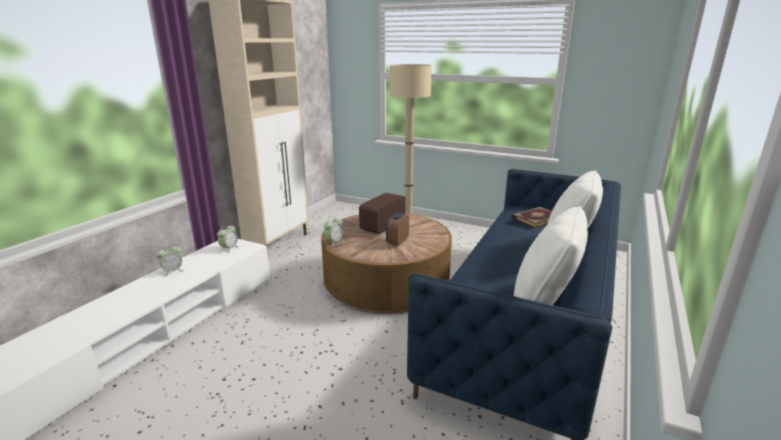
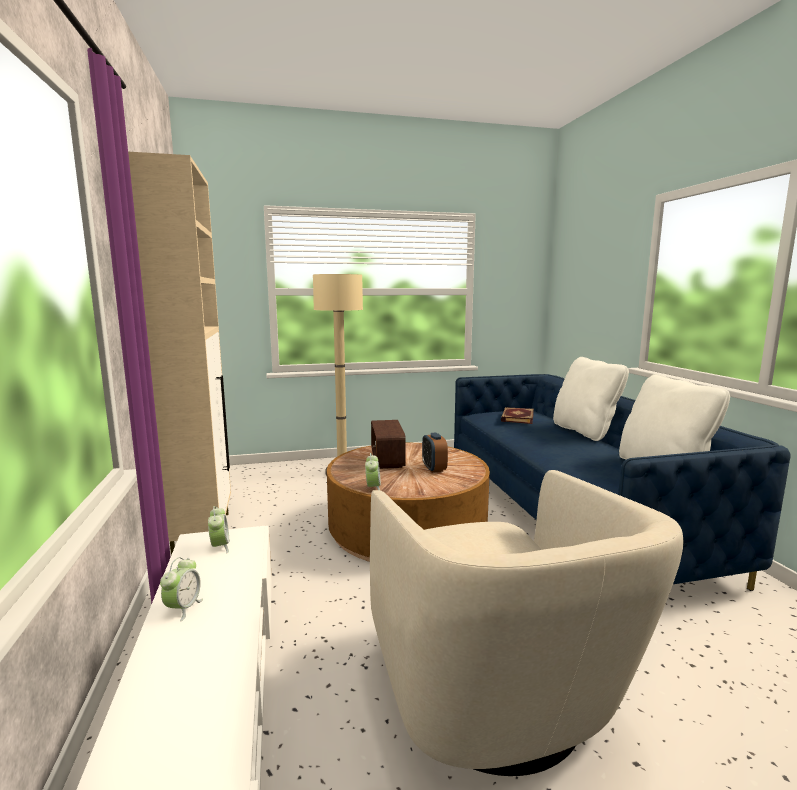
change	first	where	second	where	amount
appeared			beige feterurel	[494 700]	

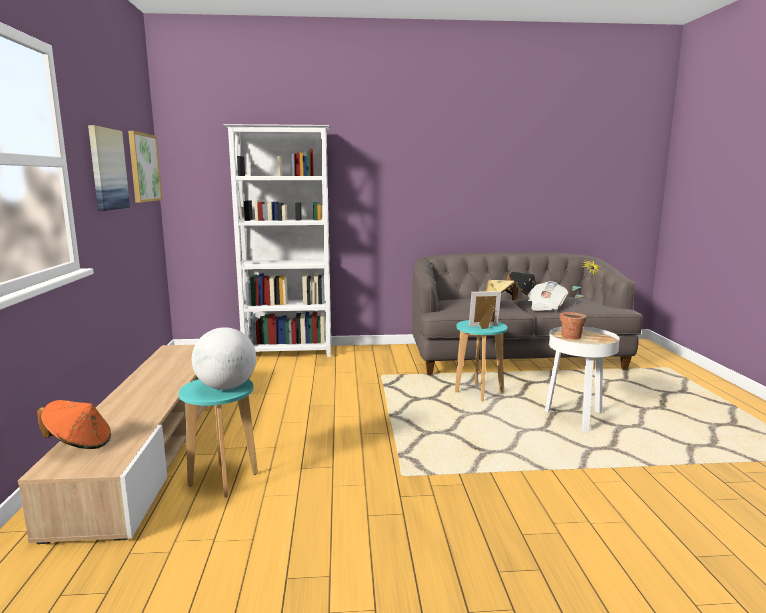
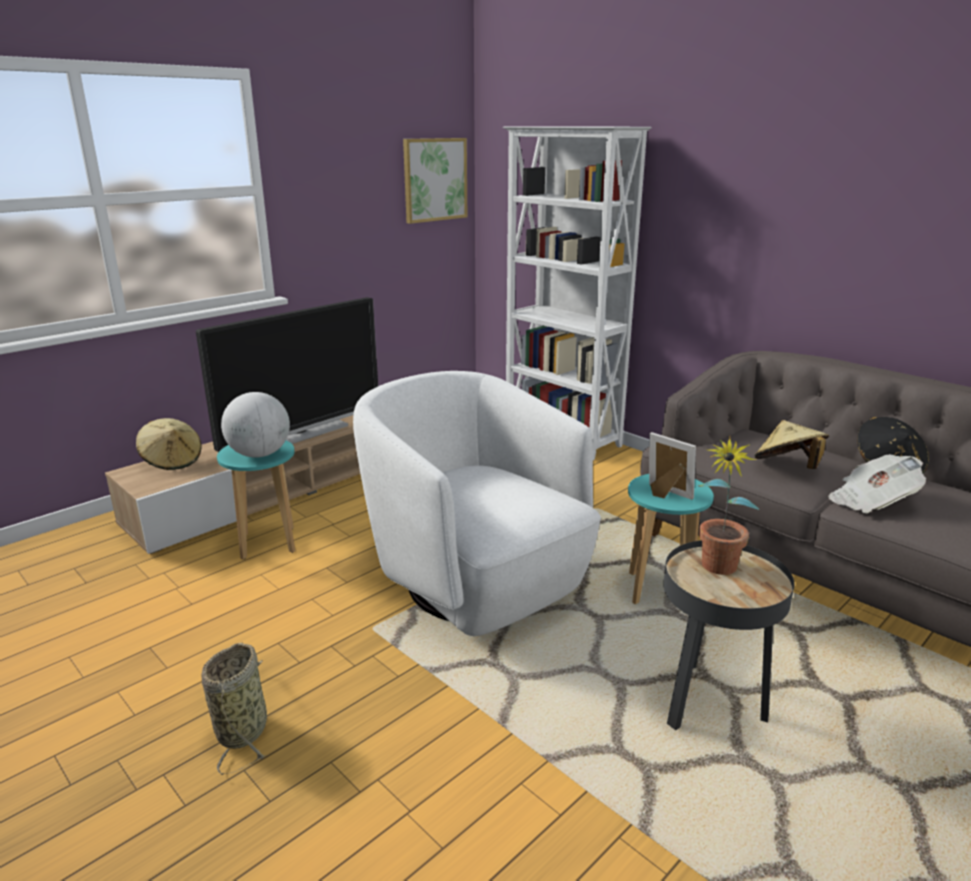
change	first	where	second	where	amount
colour	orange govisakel	[79 444]	beige govisakel	[172 461]	
missing	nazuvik	[107 169]			
colour	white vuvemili	[577 418]	black vuvemili	[709 704]	
appeared			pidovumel	[301 434]	
appeared			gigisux	[243 728]	
appeared			white feterurel	[476 580]	

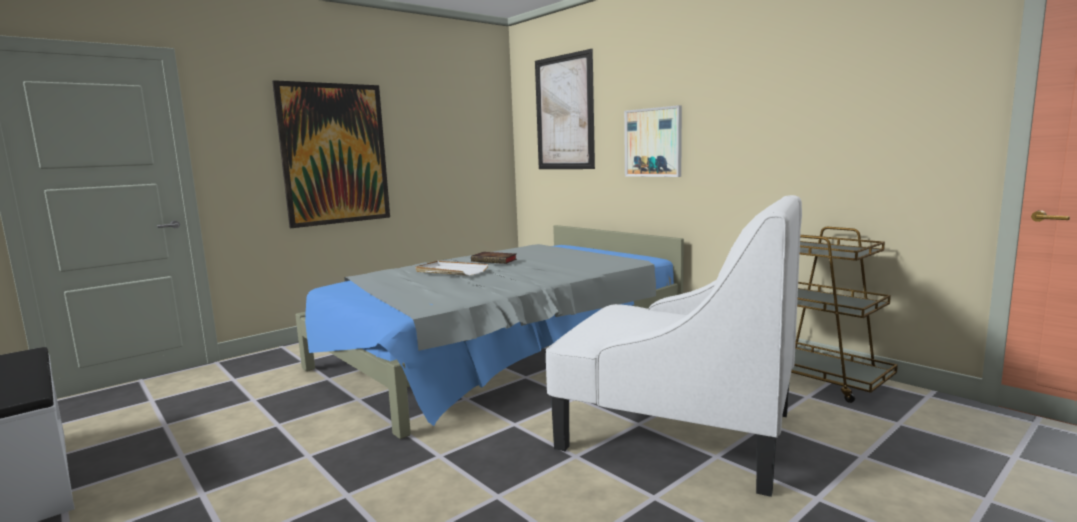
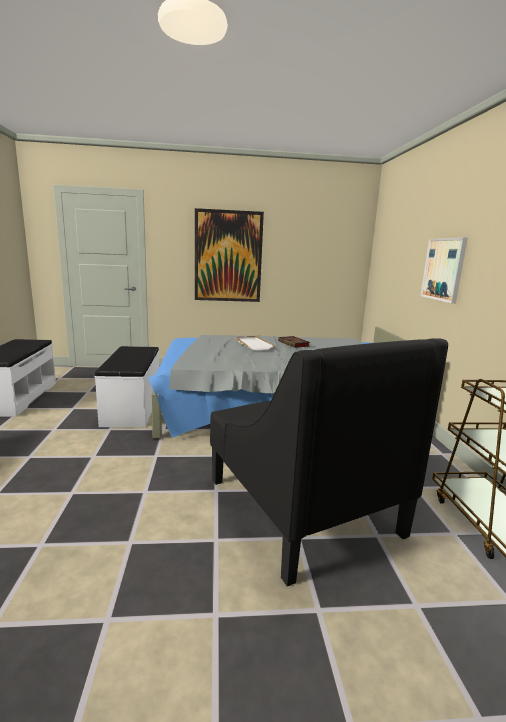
change	first	where	second	where	amount
missing	nazuvik	[564 113]			
colour	white feterurel	[674 430]	black feterurel	[300 505]	
appeared			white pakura	[133 407]	

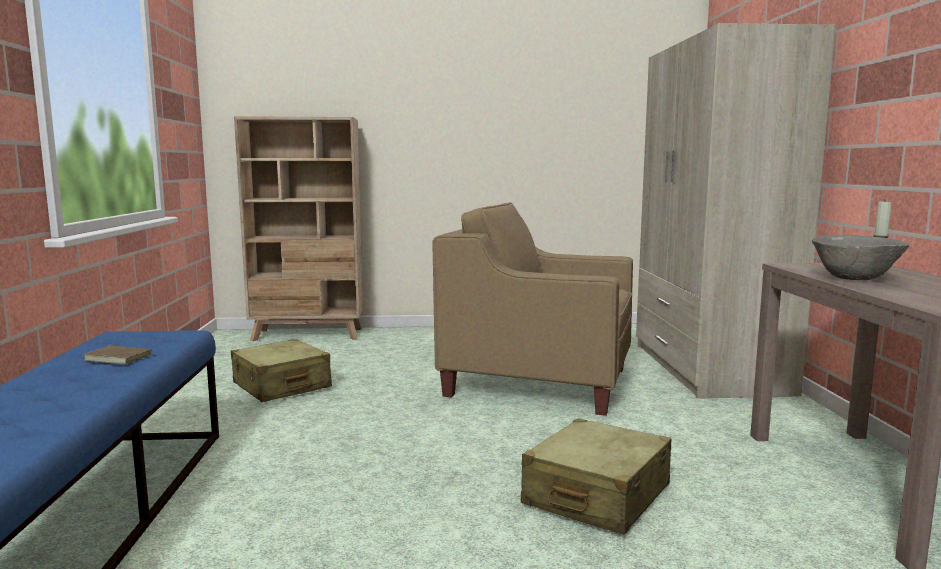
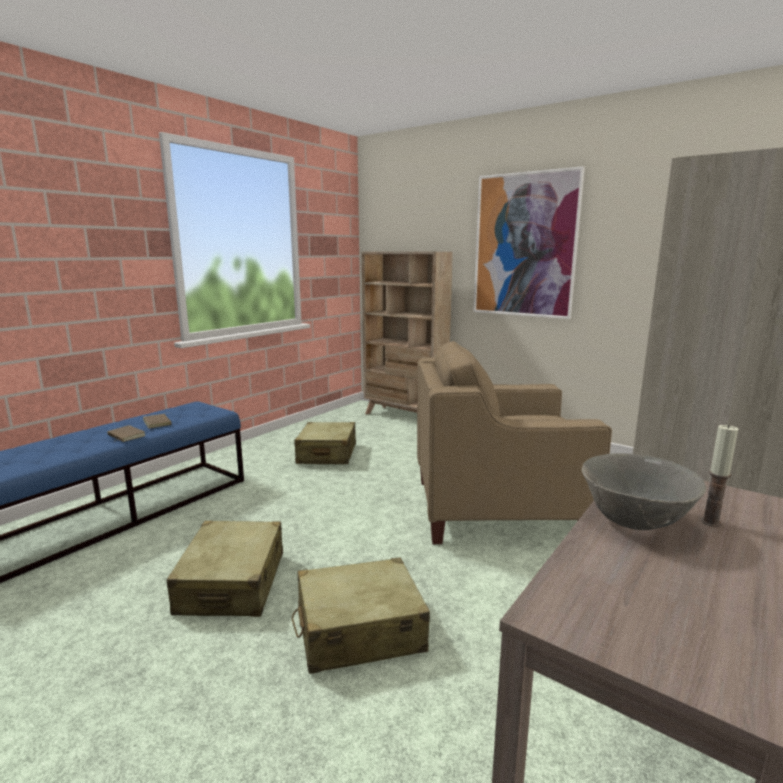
change	first	where	second	where	amount
spun	beige feterurel	[538 382]		[496 508]	60 degrees counterclockwise
appeared			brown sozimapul	[125 436]	
appeared			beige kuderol	[232 583]	
appeared			nazuvik	[525 246]	

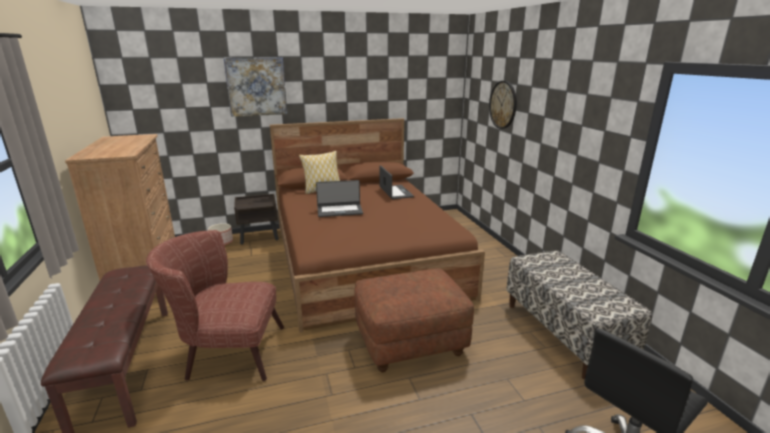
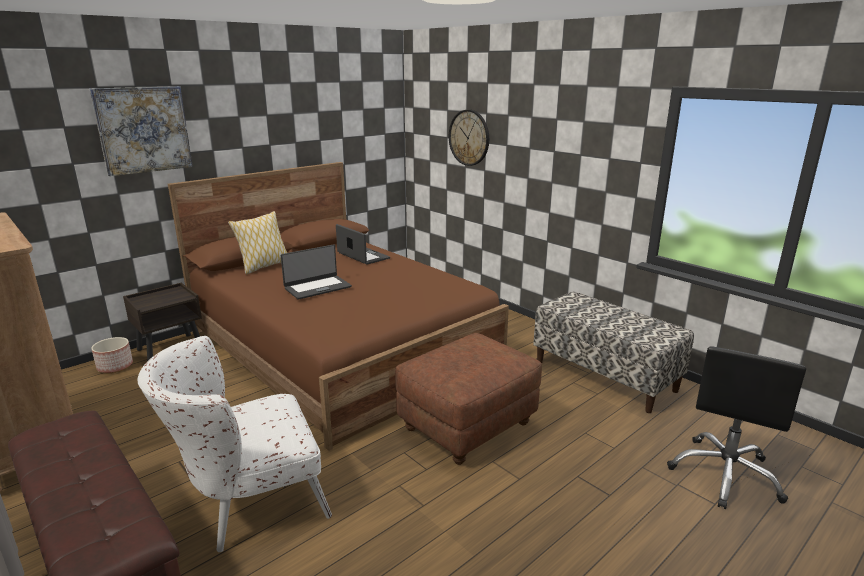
change	first	where	second	where	amount
colour	brown feterurel	[226 352]	white feterurel	[248 501]	

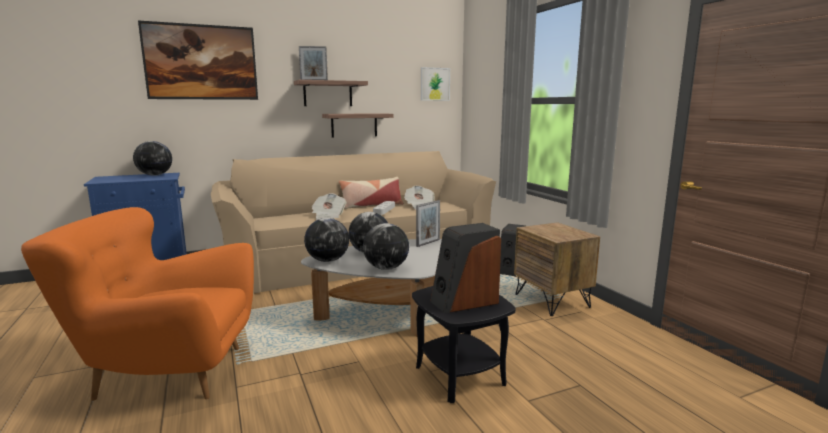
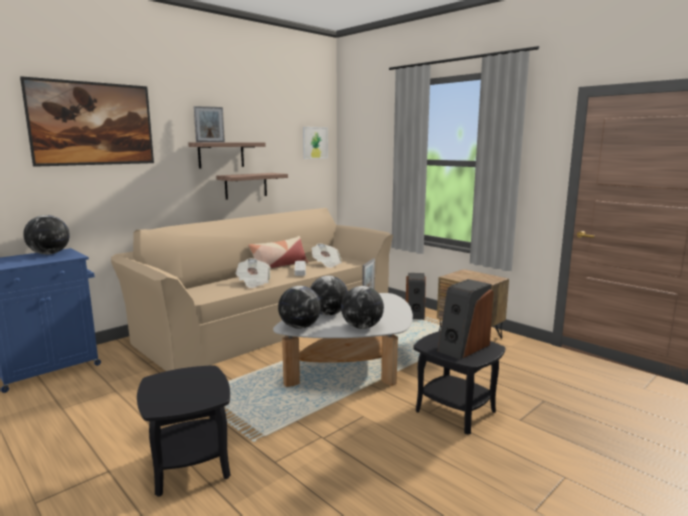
change	first	where	second	where	amount
exchanged	orange feterurel	[167 373]	black vuvemili	[190 464]	

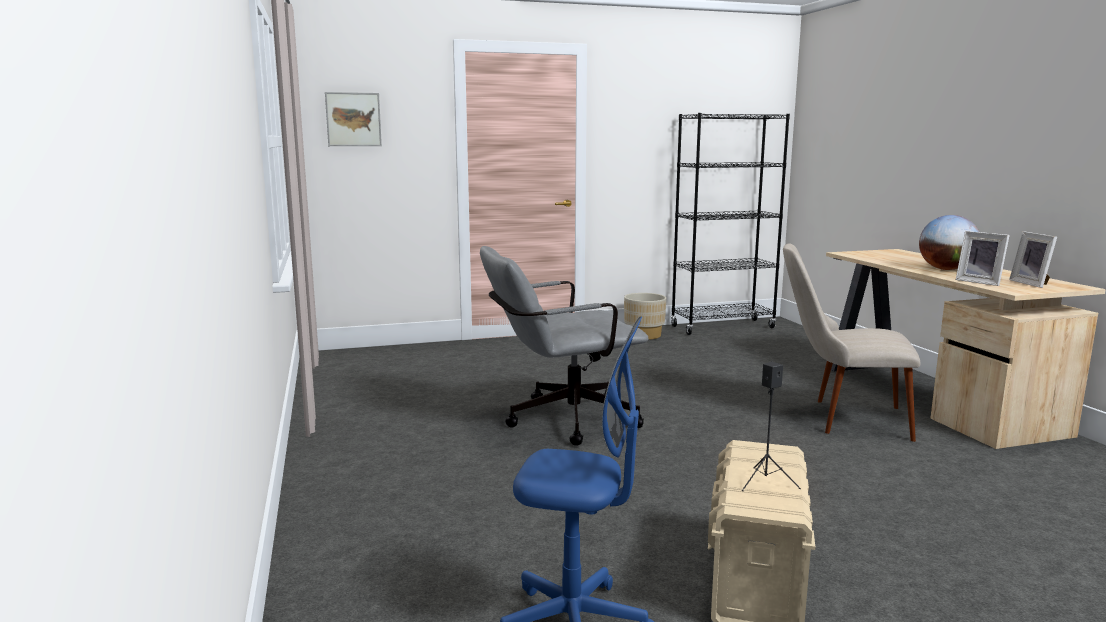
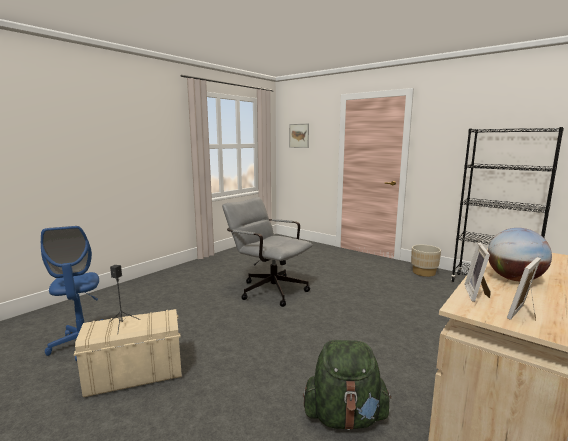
change	first	where	second	where	amount
missing	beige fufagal	[841 418]			
appeared			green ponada	[345 417]	

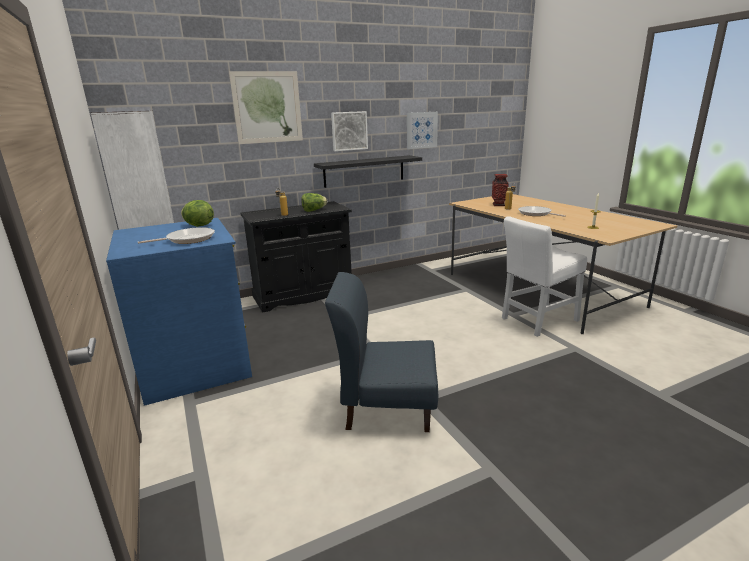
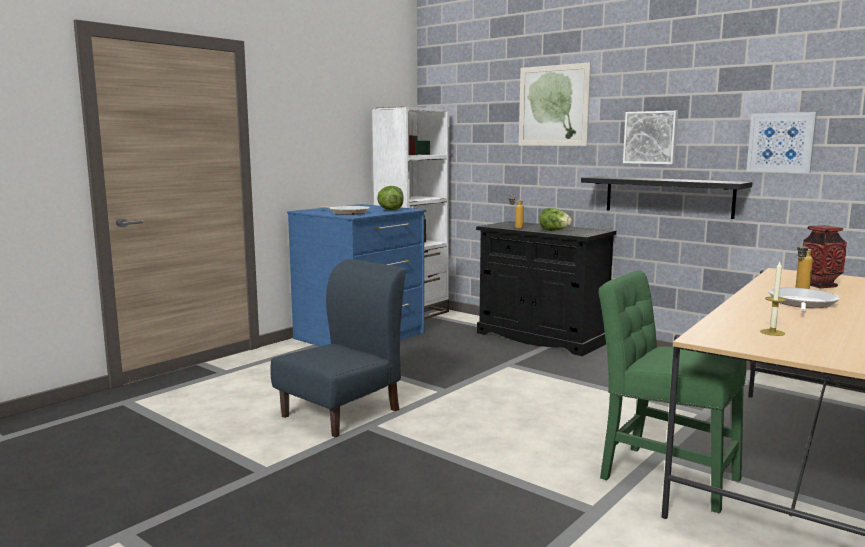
change	first	where	second	where	amount
spun	blue fufagal	[387 407]		[342 413]	60 degrees clockwise
colour	white fufagal	[537 321]	green fufagal	[662 475]	

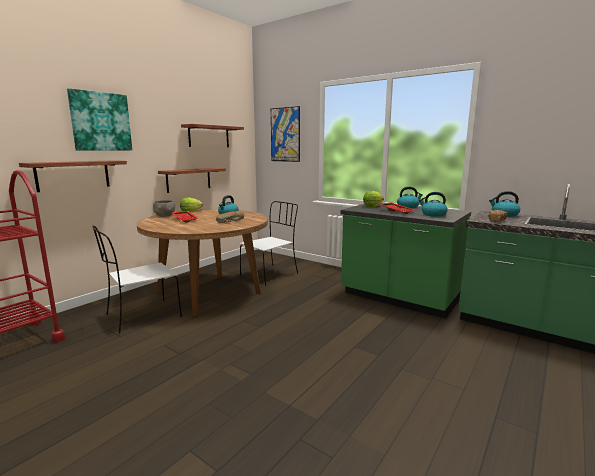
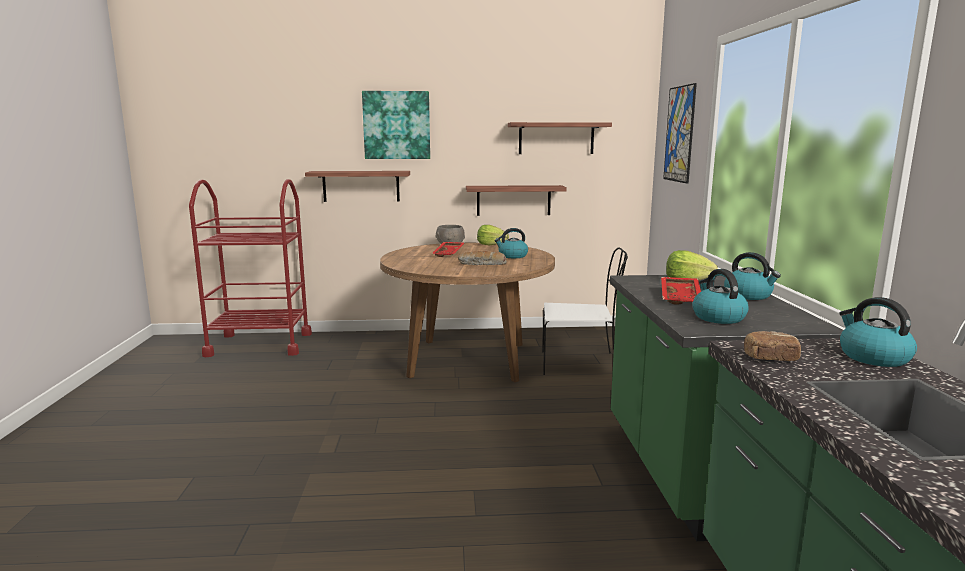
change	first	where	second	where	amount
missing	white fufagal	[141 316]			

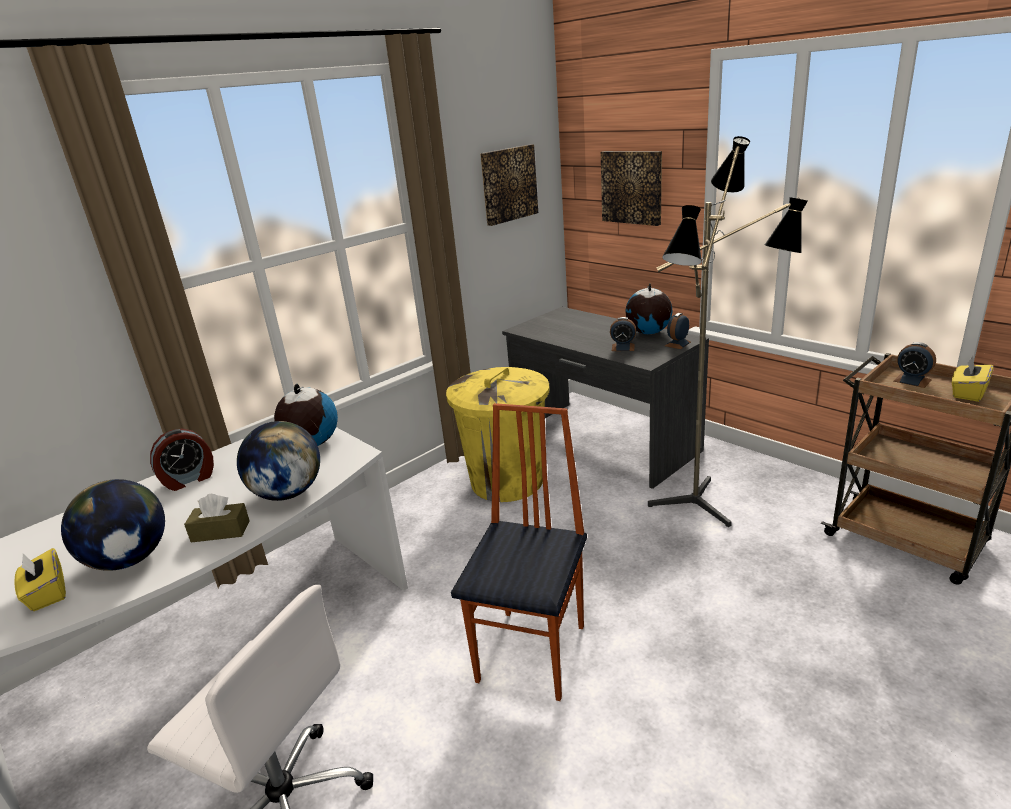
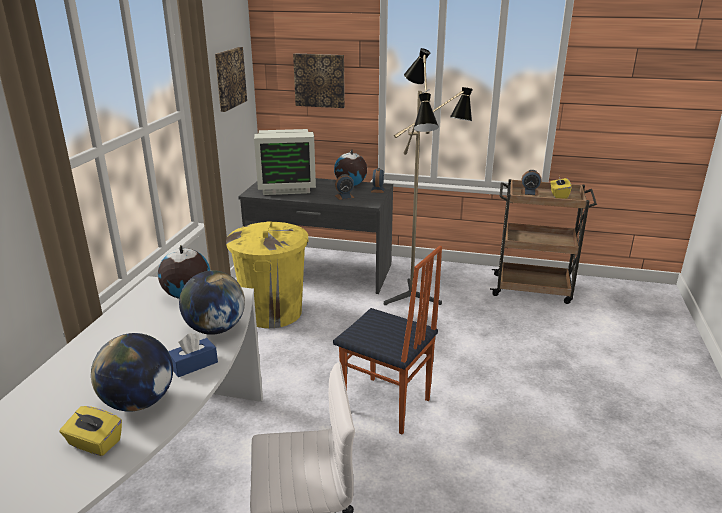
change	first	where	second	where	amount
missing	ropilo	[189 479]			
colour	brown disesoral	[220 531]	blue disesoral	[194 364]	
spun	fufagal	[534 652]		[386 406]	135 degrees clockwise
appeared			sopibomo	[286 186]	

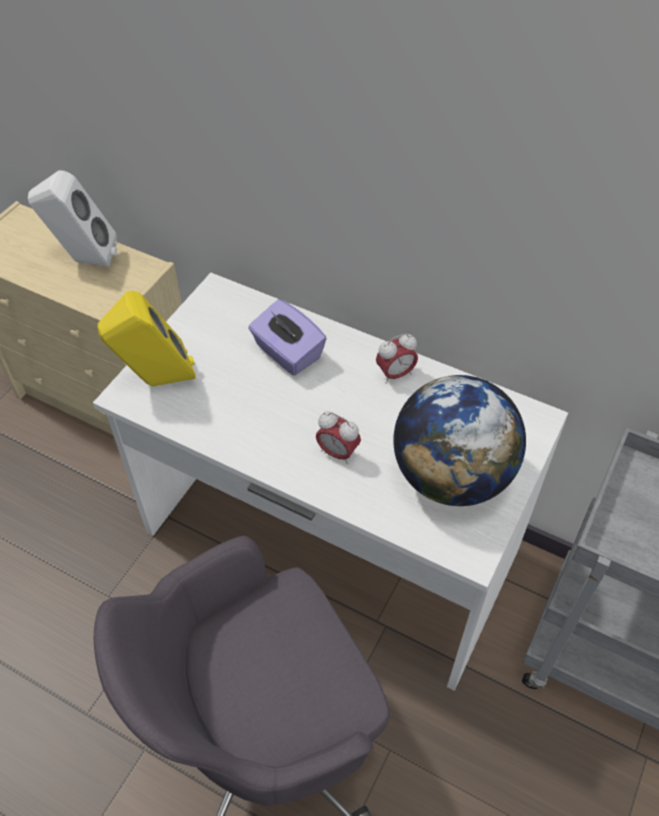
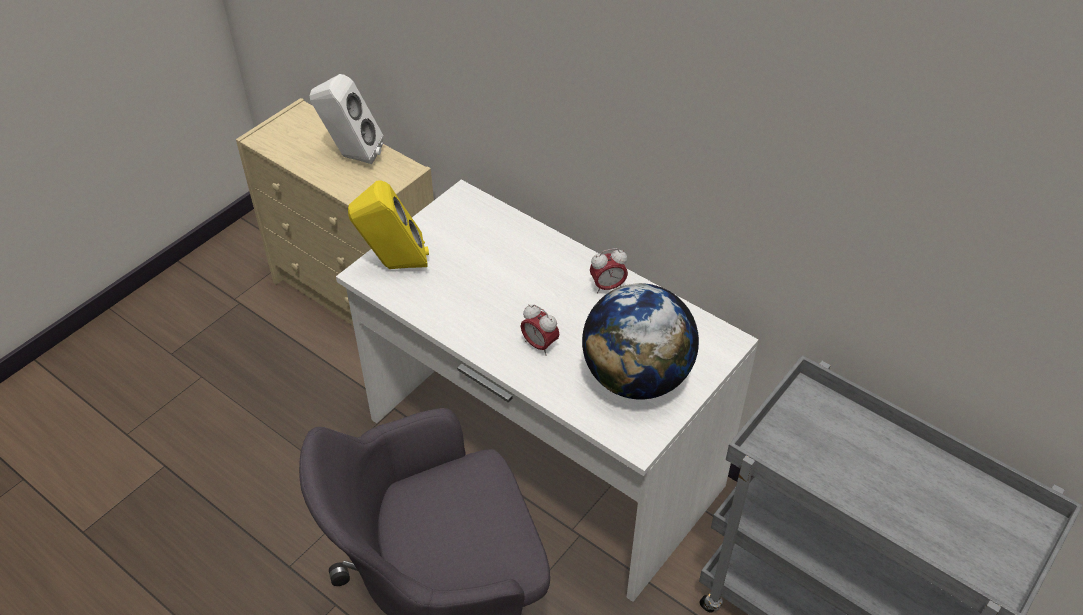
change	first	where	second	where	amount
missing	purple disesoral	[287 353]			

